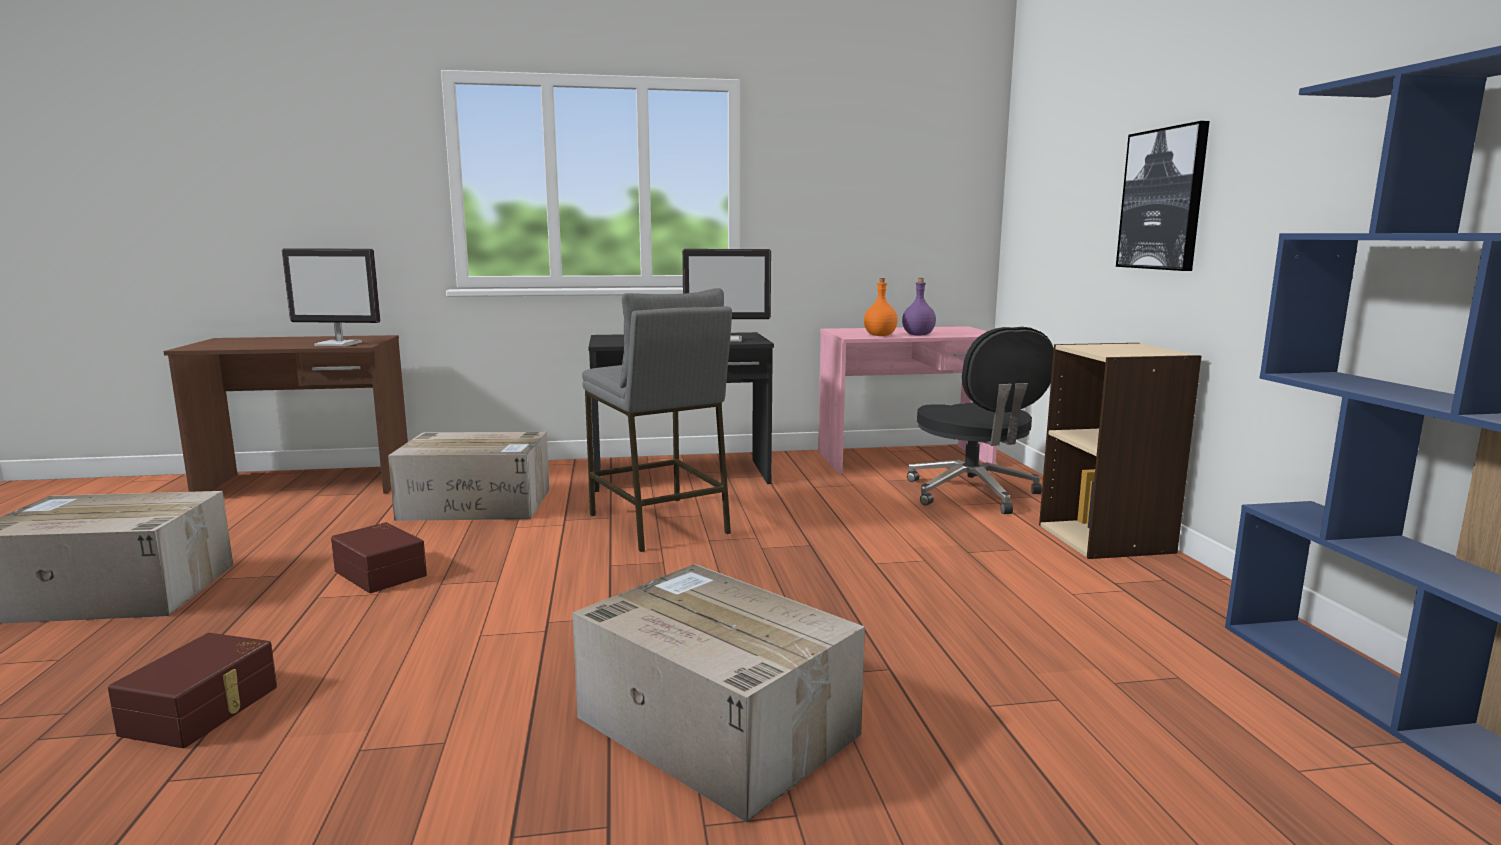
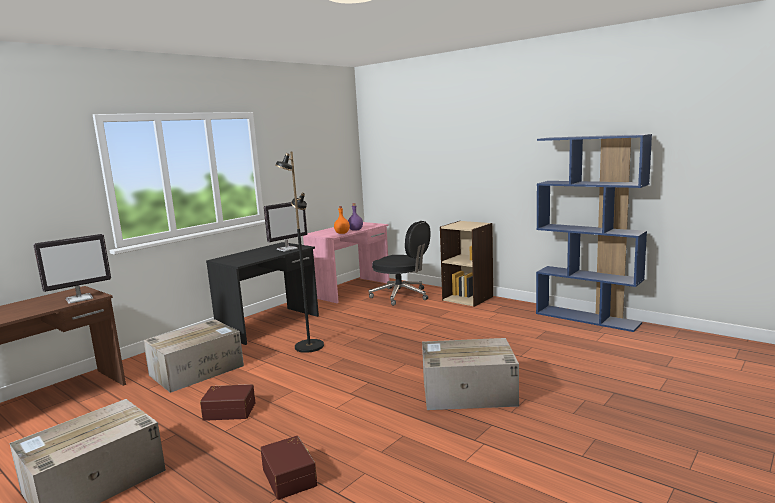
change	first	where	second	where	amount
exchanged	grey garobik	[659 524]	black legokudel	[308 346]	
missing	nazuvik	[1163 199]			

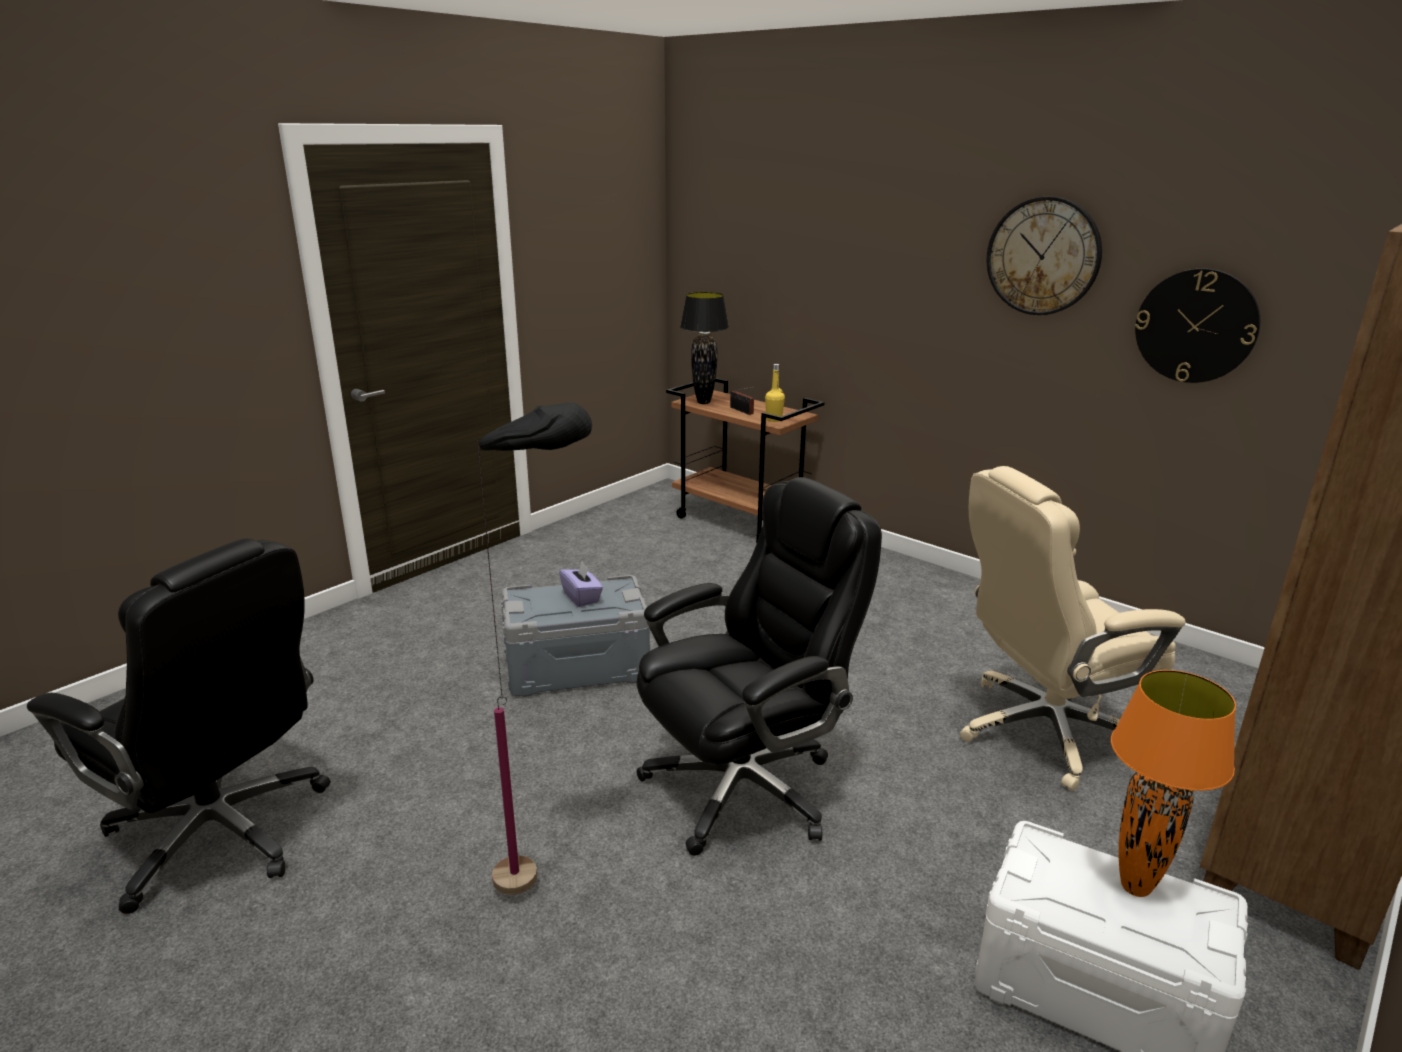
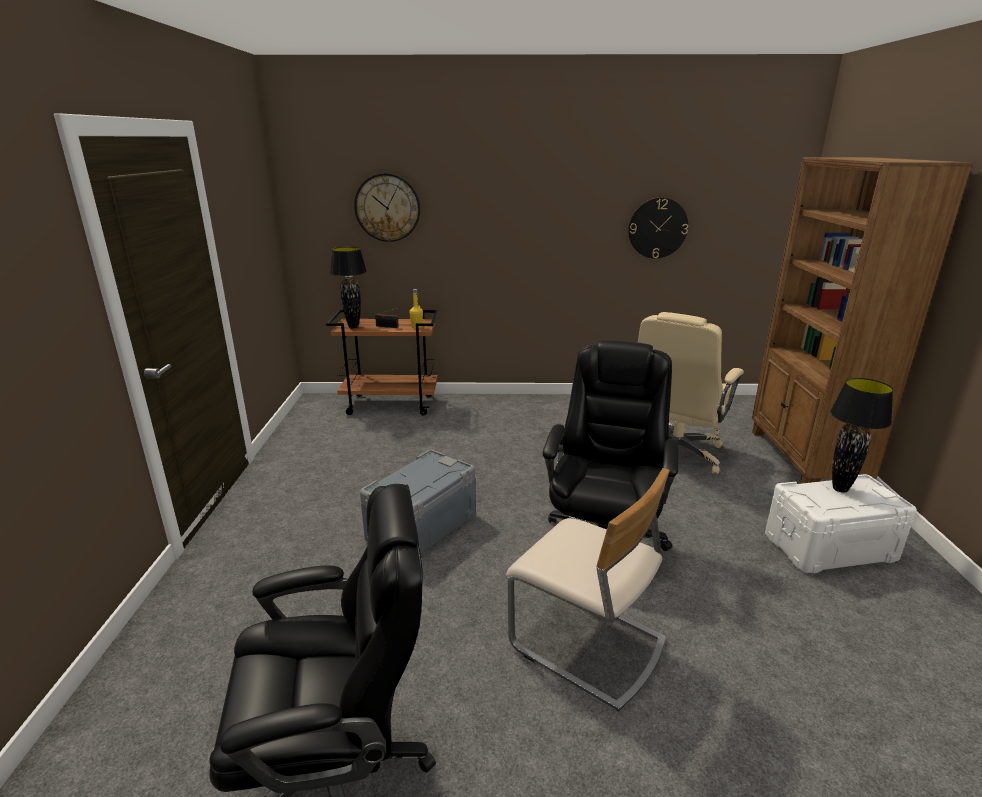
change	first	where	second	where	amount
exchanged	black legokudel	[552 876]	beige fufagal	[587 645]	
missing	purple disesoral	[582 597]			
relocated	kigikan	[1043 256]		[387 207]	
colour	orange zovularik	[1136 887]	black zovularik	[840 489]	

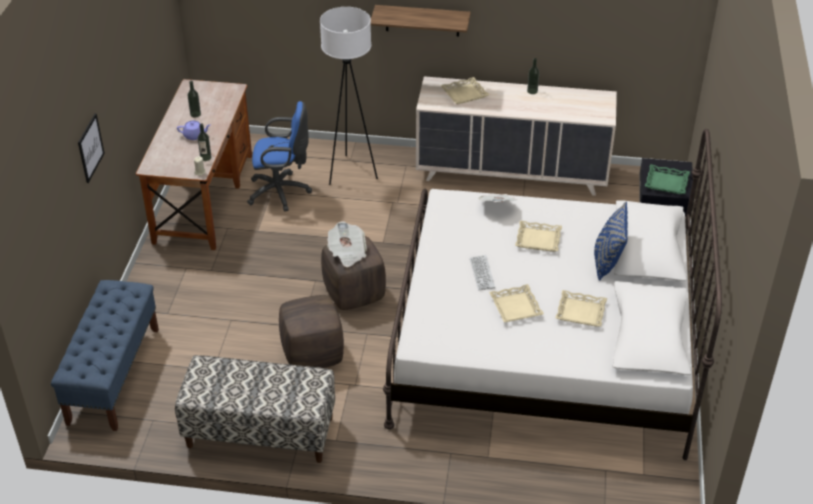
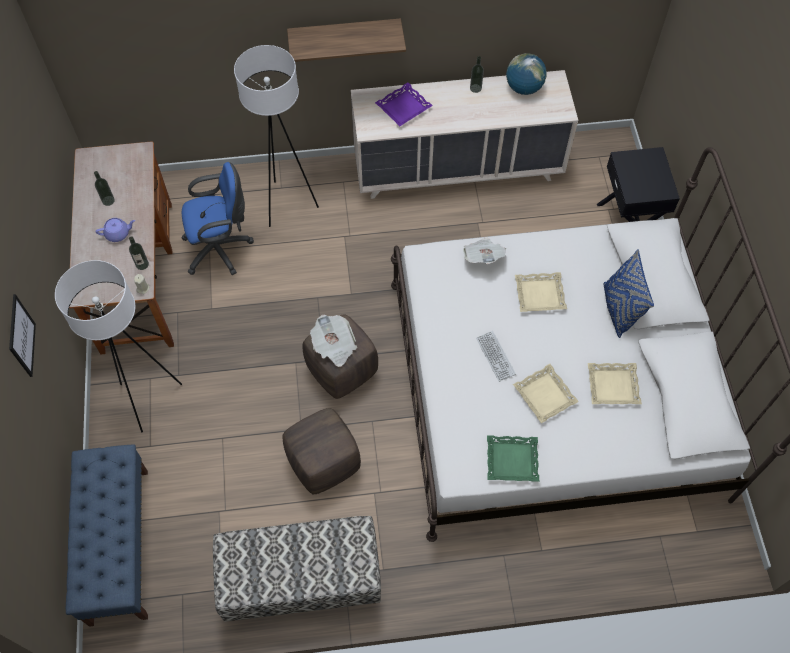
change	first	where	second	where	amount
colour	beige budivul	[464 94]	purple budivul	[403 107]	
relocated	green budivul	[666 182]		[512 460]	
appeared			white legokudel	[149 399]	
appeared			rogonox	[524 88]	

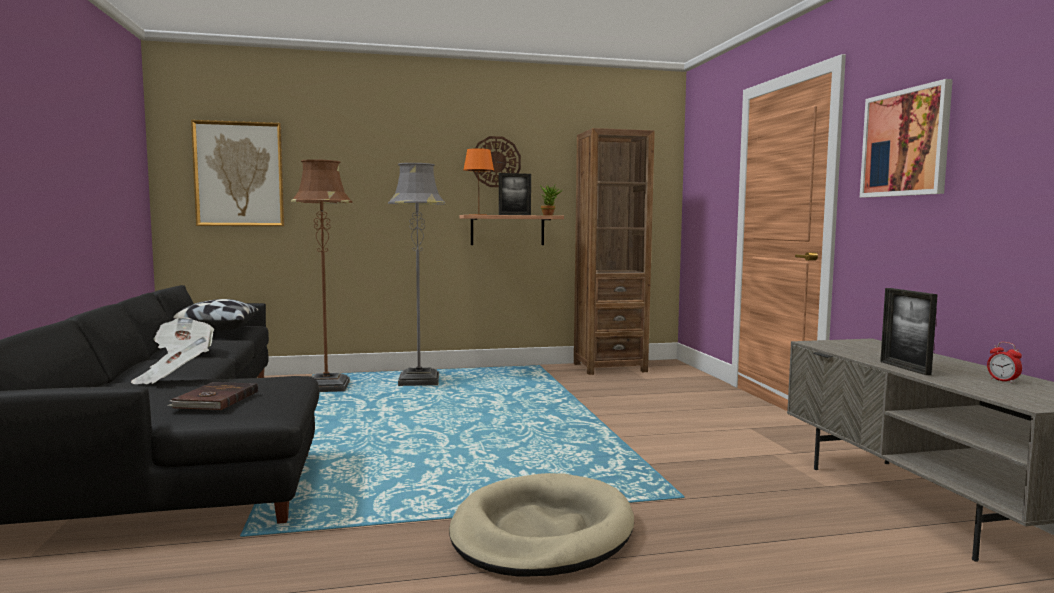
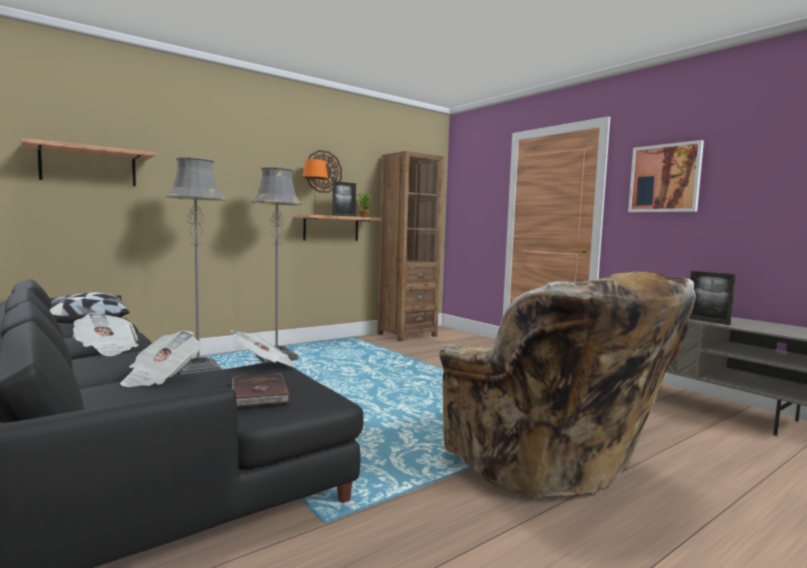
change	first	where	second	where	amount
exchanged	nazuvik	[239 174]	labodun	[89 166]	
colour	brown legokudel	[326 388]	grey legokudel	[198 371]	
exchanged	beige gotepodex	[541 532]	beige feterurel	[547 466]	
missing	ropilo	[1003 381]			
appeared			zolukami	[265 365]	

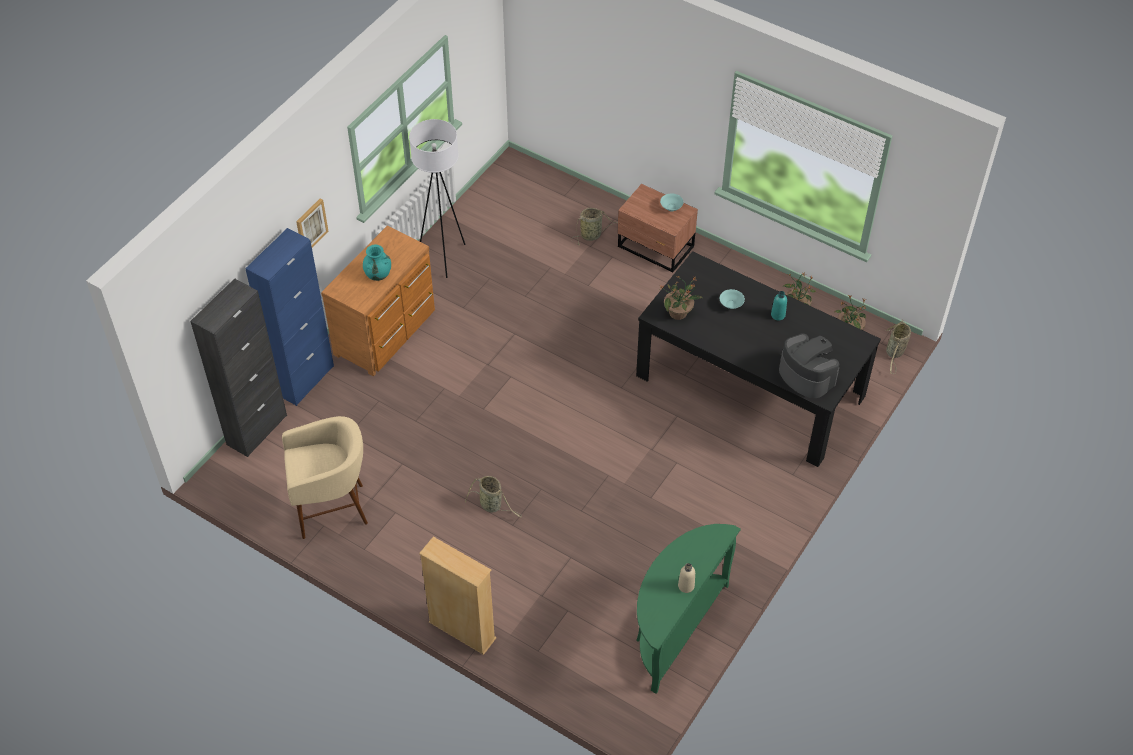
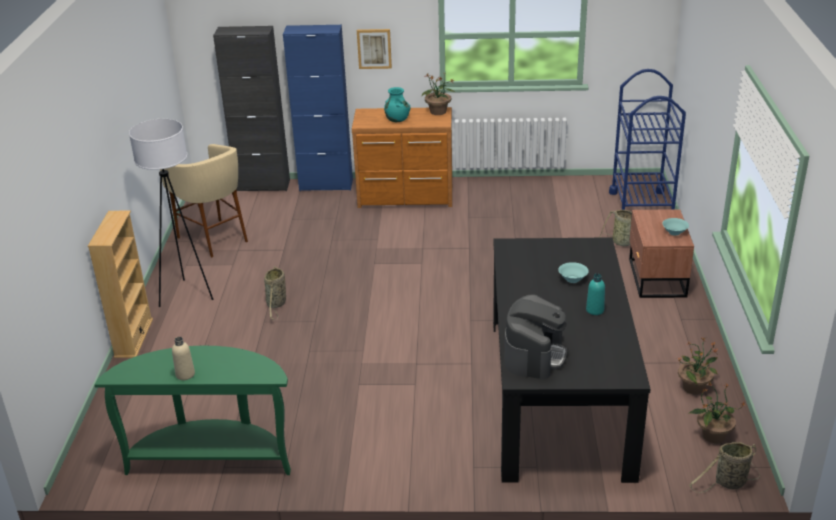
change	first	where	second	where	amount
relocated	white legokudel	[444 257]		[186 295]	
relocated	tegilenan	[678 313]		[438 112]	
appeared			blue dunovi	[641 208]	

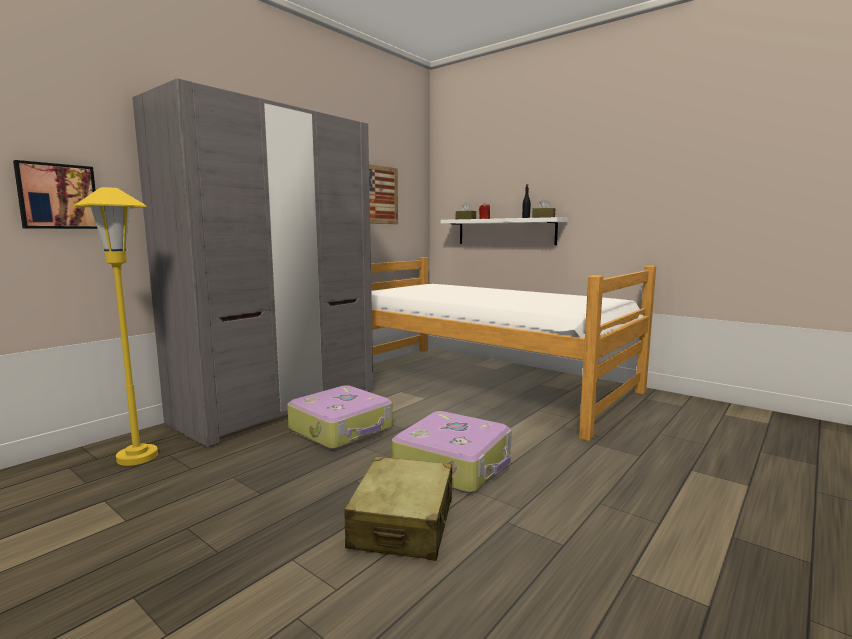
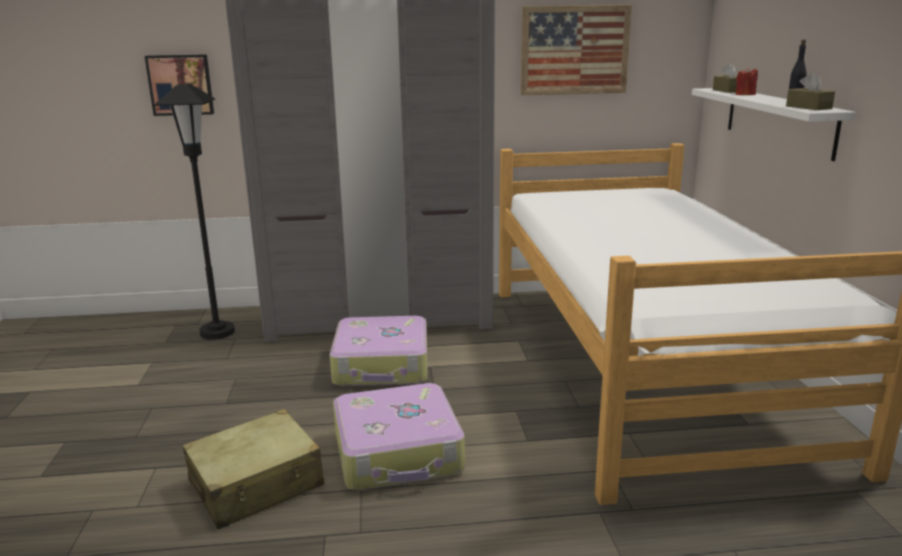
change	first	where	second	where	amount
colour	yellow legokudel	[137 457]	black legokudel	[217 332]	

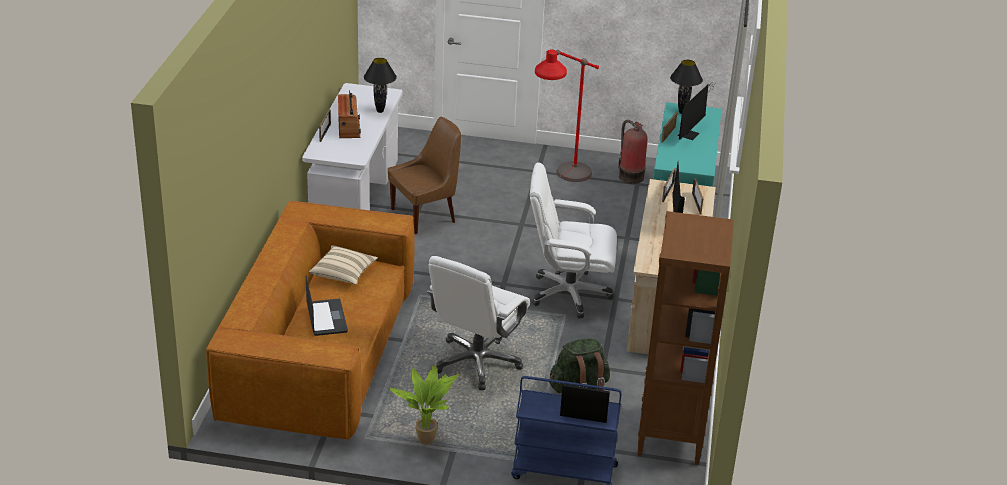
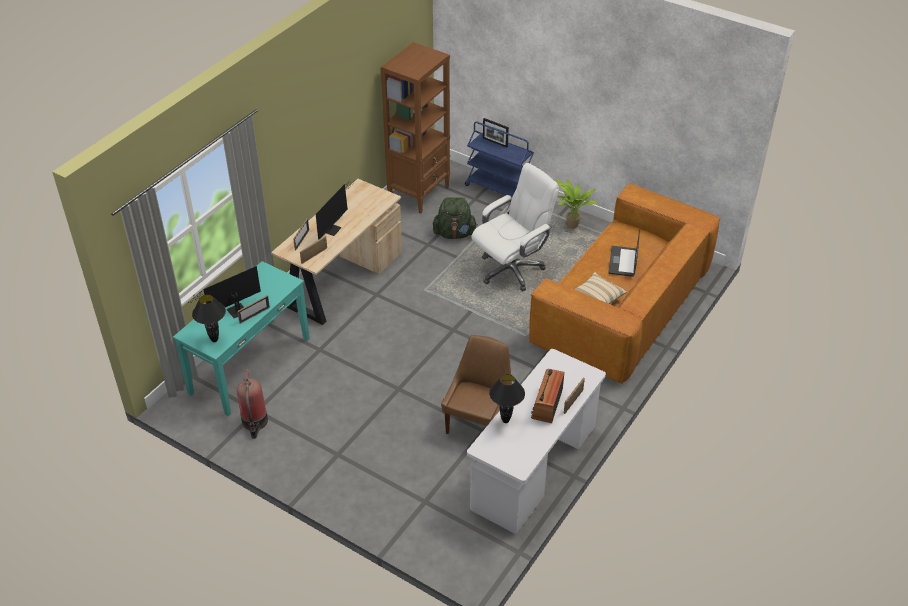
change	first	where	second	where	amount
spun	brown fufagal	[425 215]		[478 423]	120 degrees clockwise
missing	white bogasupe	[568 294]			
missing	red legokudel	[561 183]			

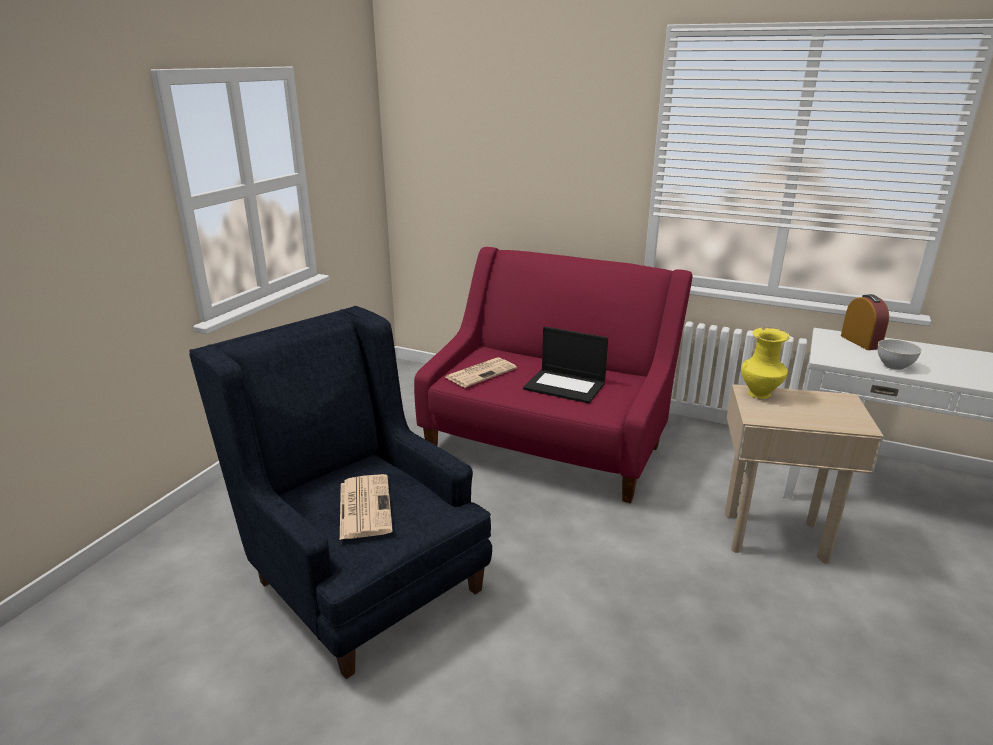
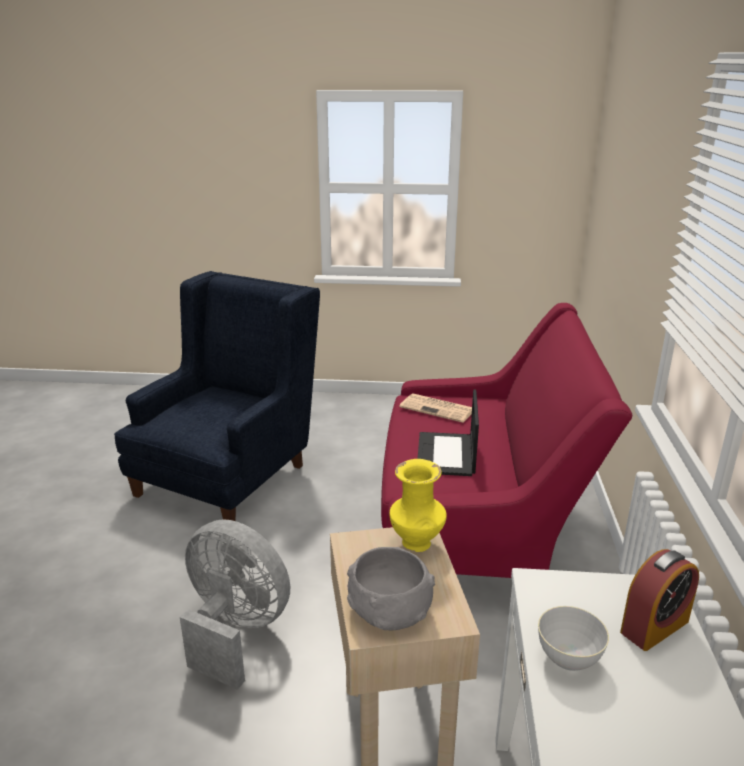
change	first	where	second	where	amount
missing	zolukami	[364 506]			
appeared			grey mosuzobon	[235 631]	
appeared			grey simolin	[390 607]	

